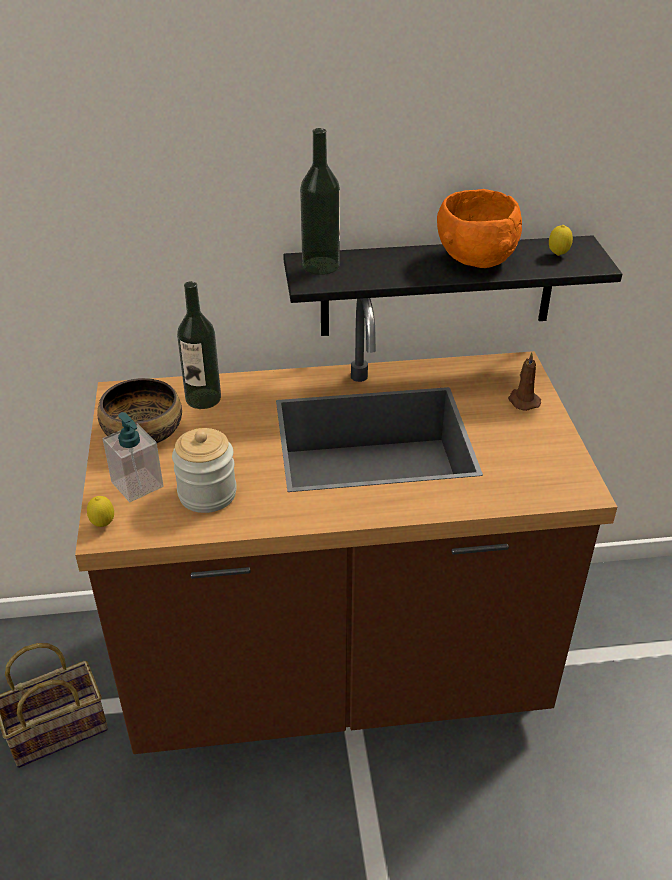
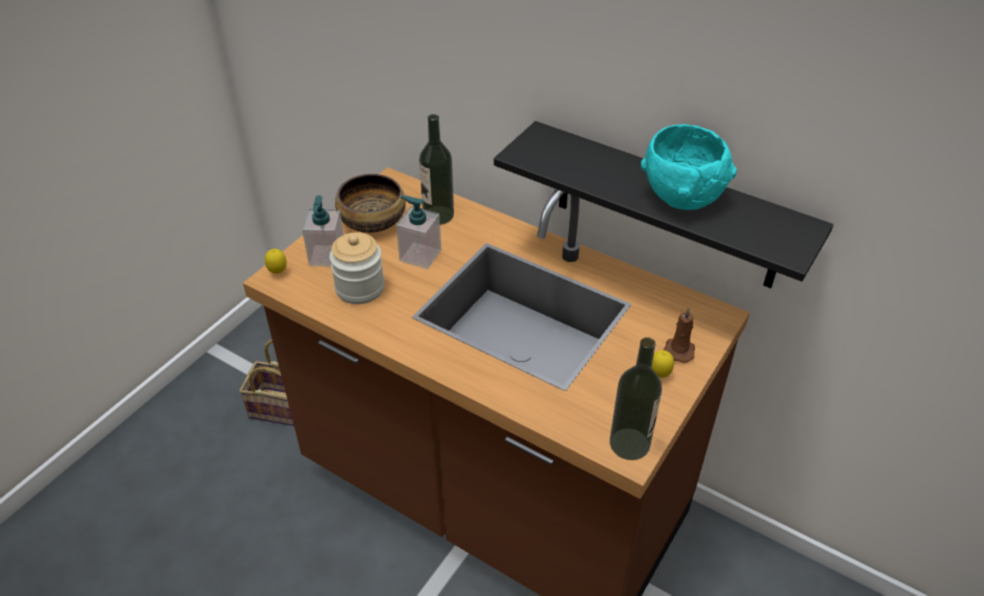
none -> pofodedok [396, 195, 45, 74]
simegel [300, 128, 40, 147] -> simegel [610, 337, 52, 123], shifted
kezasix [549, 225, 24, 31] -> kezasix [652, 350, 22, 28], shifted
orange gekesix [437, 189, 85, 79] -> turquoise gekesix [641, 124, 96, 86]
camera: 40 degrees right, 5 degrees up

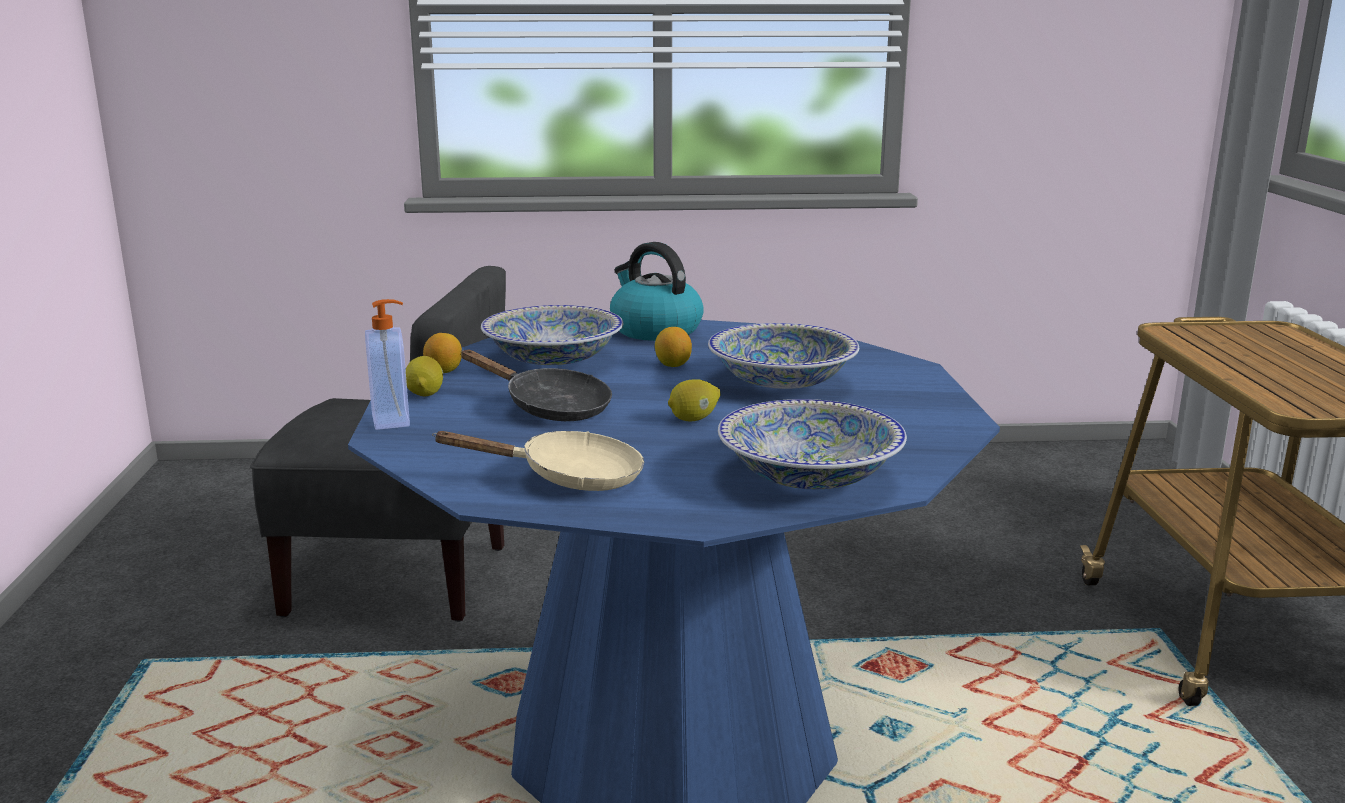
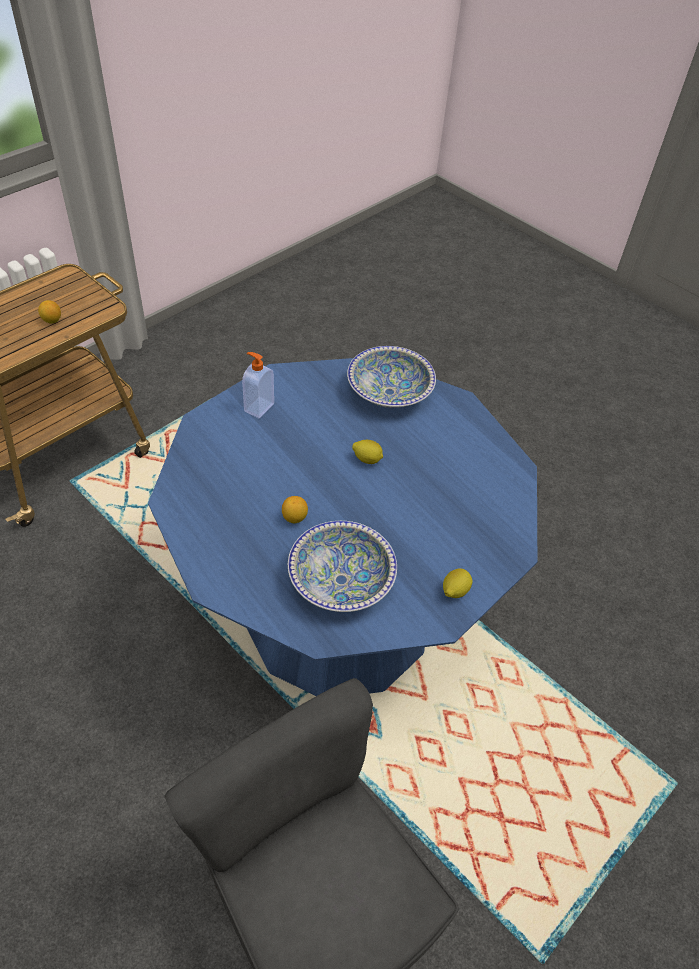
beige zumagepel [432, 431, 212, 60] -> none
black zumagepel [460, 350, 152, 71] -> none
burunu [610, 242, 94, 99] -> none
gekesix [708, 323, 151, 66] -> none
pofodedok [365, 299, 45, 131] -> pofodedok [242, 352, 32, 66], shifted
kezasix [423, 333, 39, 40] -> kezasix [38, 300, 23, 24], shifted
camera: 135 degrees left, 30 degrees up

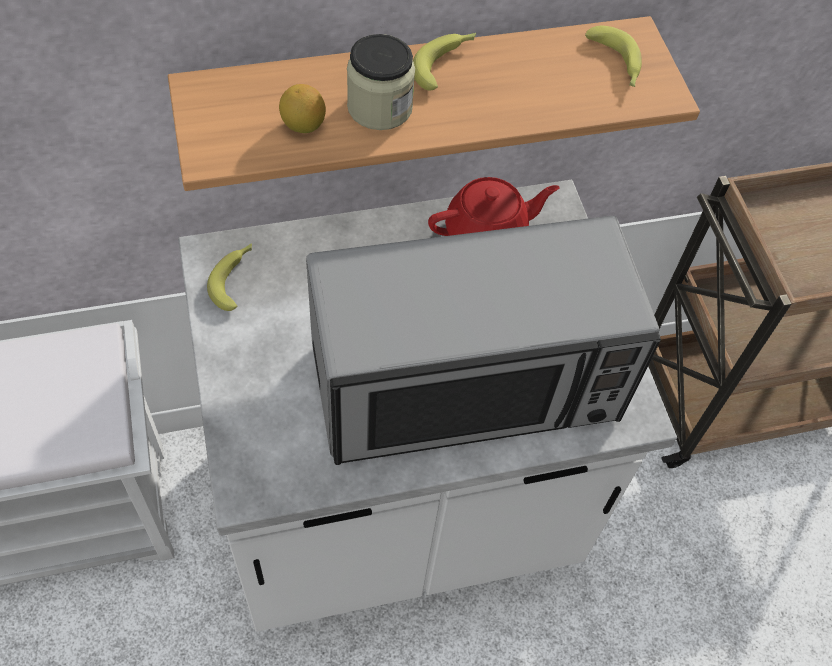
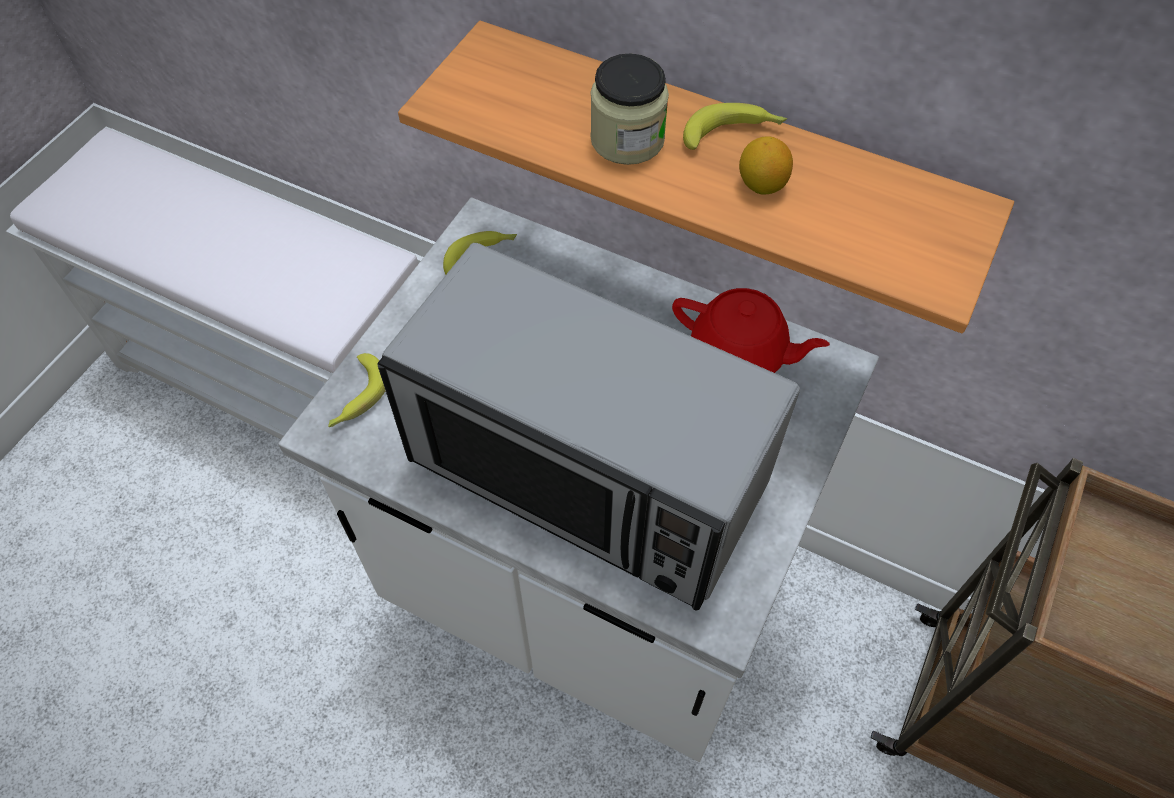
kezasix [279, 84, 47, 49] -> kezasix [739, 136, 54, 59], shifted
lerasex [585, 26, 57, 61] -> lerasex [328, 353, 58, 74], shifted
camera: 45 degrees right, 0 degrees up

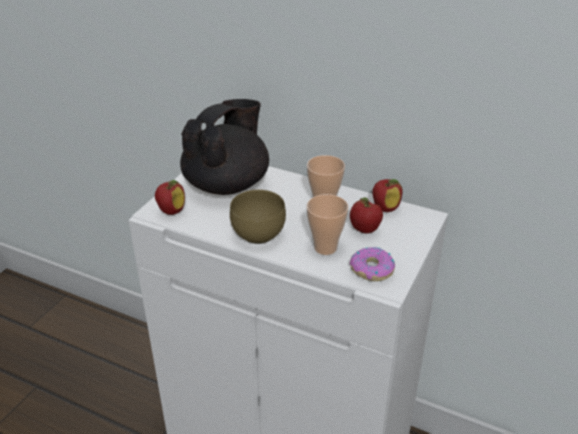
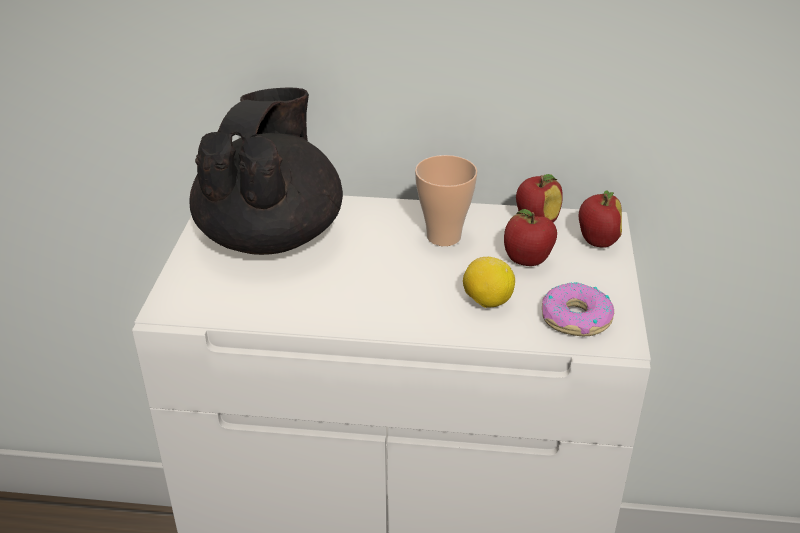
brown gekesix [230, 190, 56, 54] -> none
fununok [155, 180, 30, 35] -> fununok [579, 190, 43, 58], shifted
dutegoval [307, 194, 41, 61] -> kezasix [463, 257, 52, 51]
camera: 20 degrees left, 0 degrees up

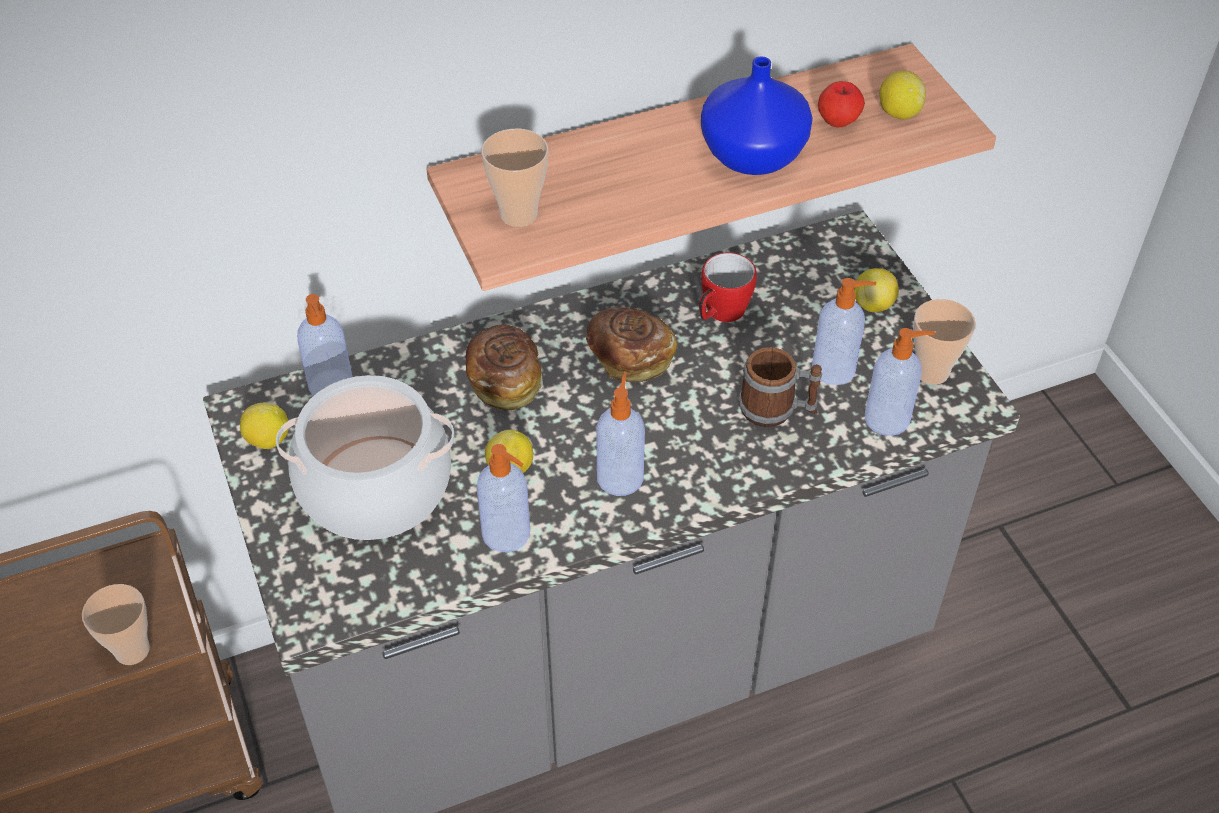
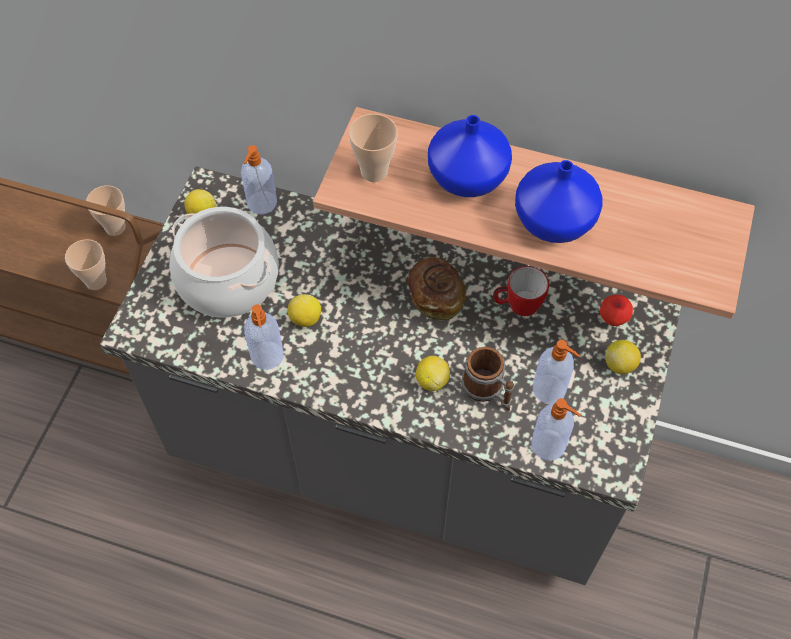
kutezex [466, 324, 77, 86] -> none
pofodedok [596, 372, 49, 124] -> none
none -> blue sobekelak [428, 115, 84, 82]
fununok [818, 81, 47, 46] -> fununok [600, 295, 33, 31], shifted
kezasix [879, 70, 47, 50] -> kezasix [415, 356, 35, 35], shifted
dutegoval [913, 299, 63, 86] -> dutegoval [86, 185, 40, 51], shifted
camera: 40 degrees right, 10 degrees up

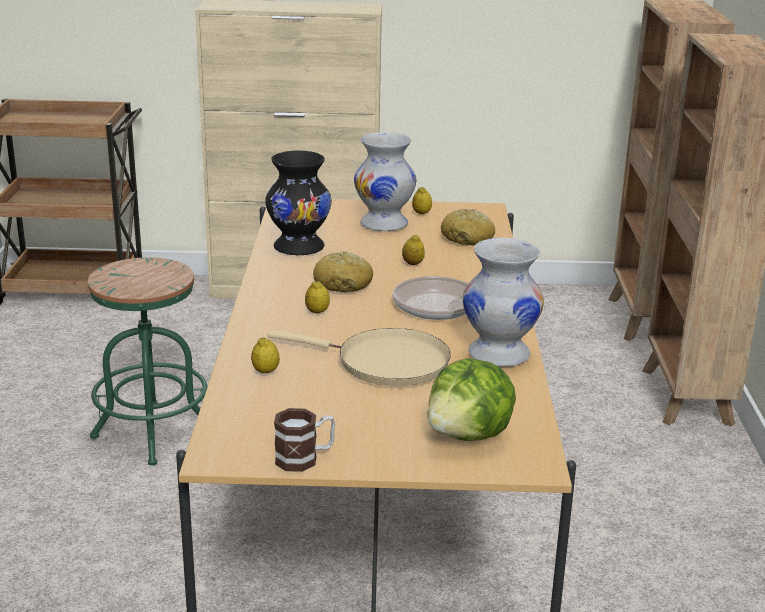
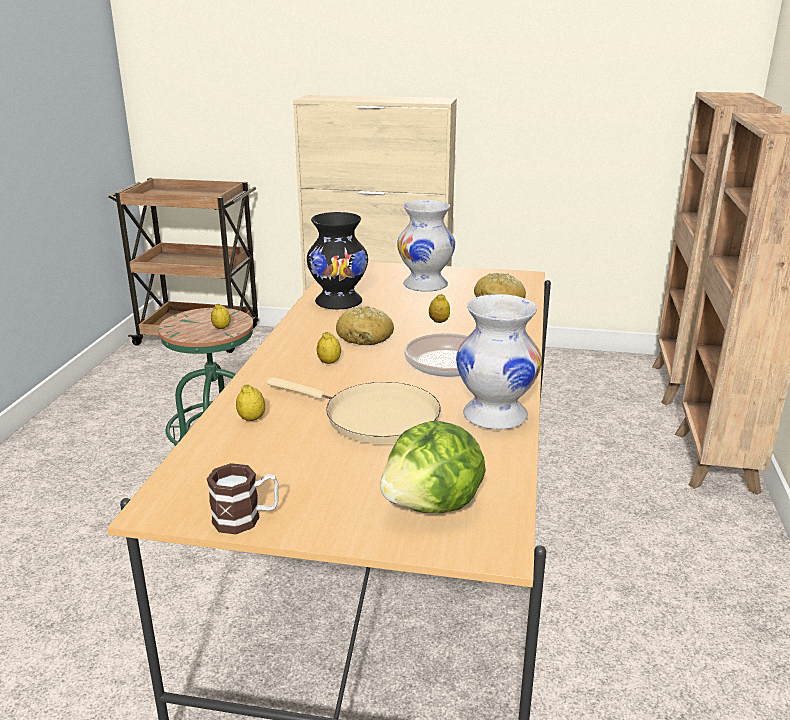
kezasix [412, 187, 20, 27] -> kezasix [211, 304, 20, 25], shifted
camera: 10 degrees right, 0 degrees up

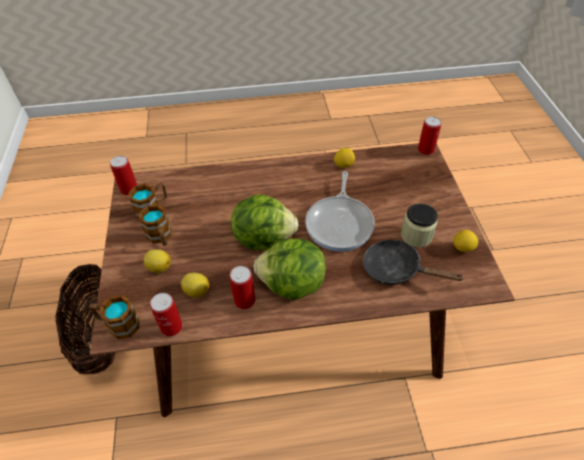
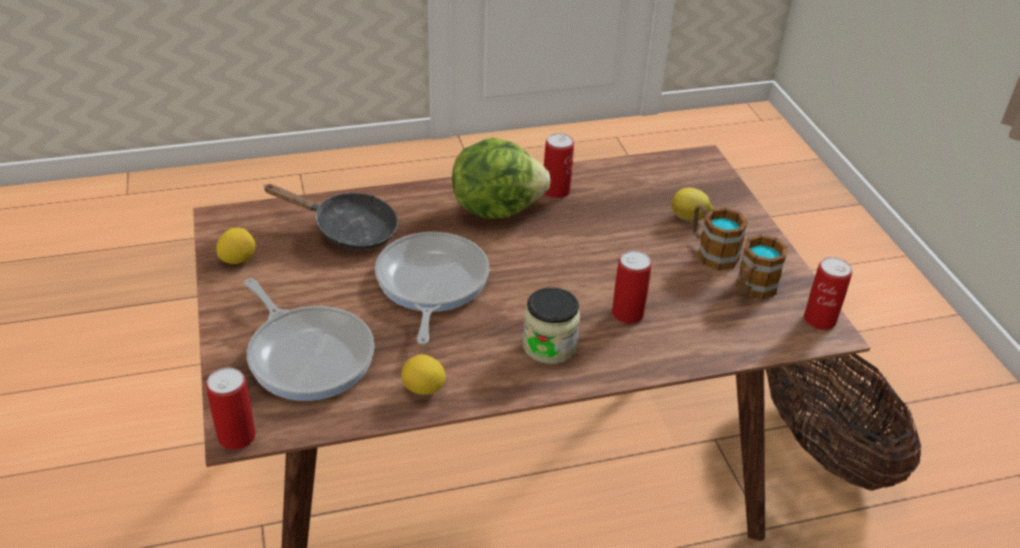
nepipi [89, 295, 50, 44] -> none
kezasix [181, 273, 28, 25] -> none
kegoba [231, 194, 68, 56] -> none
none -> zumagepel [244, 278, 131, 123]
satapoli [150, 293, 32, 44] -> satapoli [612, 251, 40, 73], shifted
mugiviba [401, 203, 37, 44] -> mugiviba [523, 287, 57, 77], shifted
camera: 170 degrees right, 10 degrees down

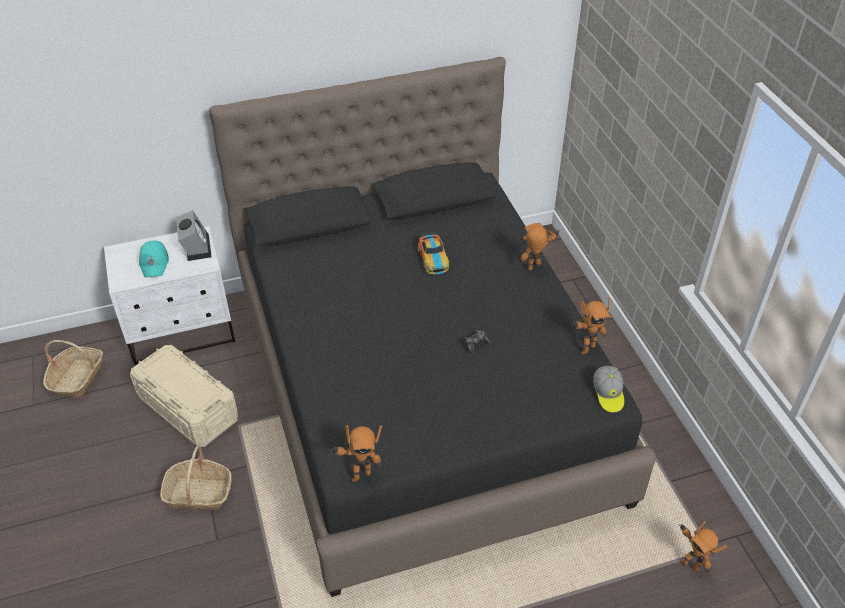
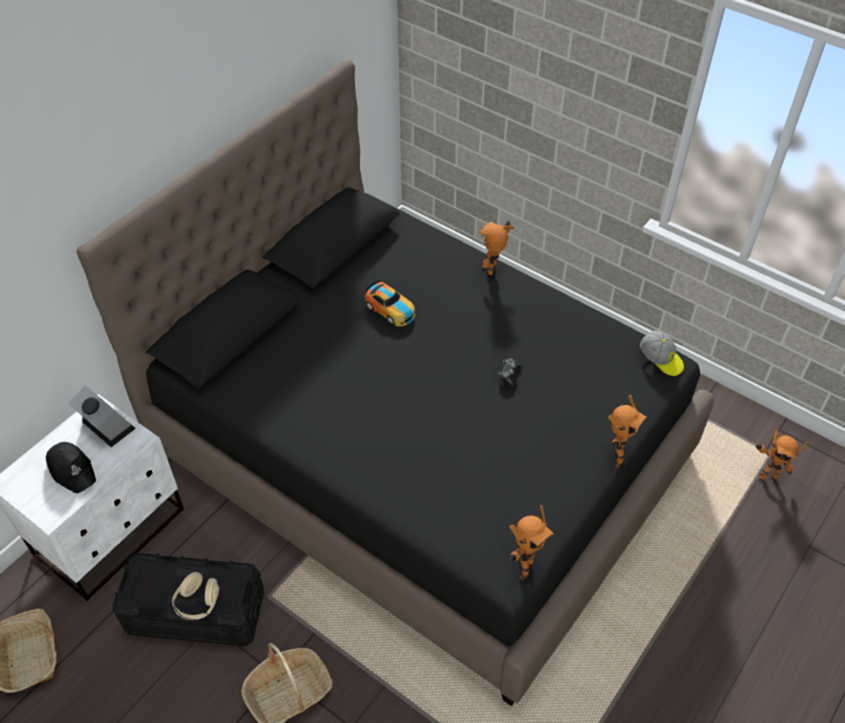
none -> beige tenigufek [172, 572, 47, 48]
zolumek [572, 297, 40, 58] -> zolumek [608, 395, 39, 73], shifted
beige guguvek [130, 345, 108, 102] -> black guguvek [112, 553, 152, 94]
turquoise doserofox [139, 240, 30, 38] -> black doserofox [46, 442, 50, 51]
camera: 35 degrees left, 5 degrees up

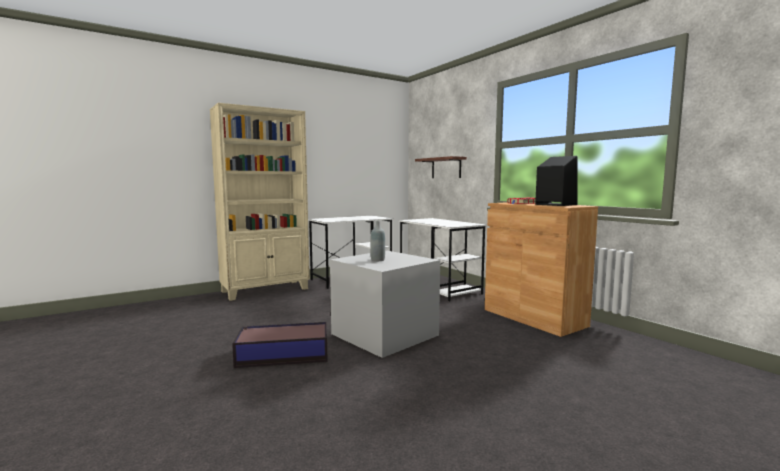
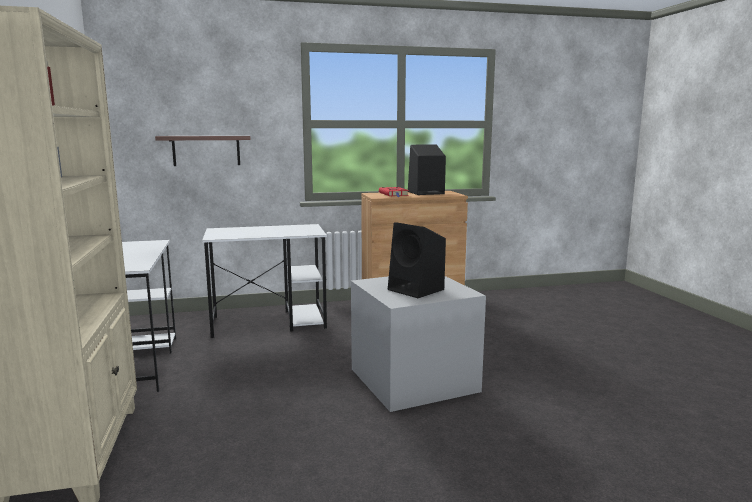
guguvek [232, 322, 96, 46] -> none
grey simegel [370, 221, 15, 40] -> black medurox [388, 222, 58, 76]
camera: 70 degrees left, 5 degrees up

